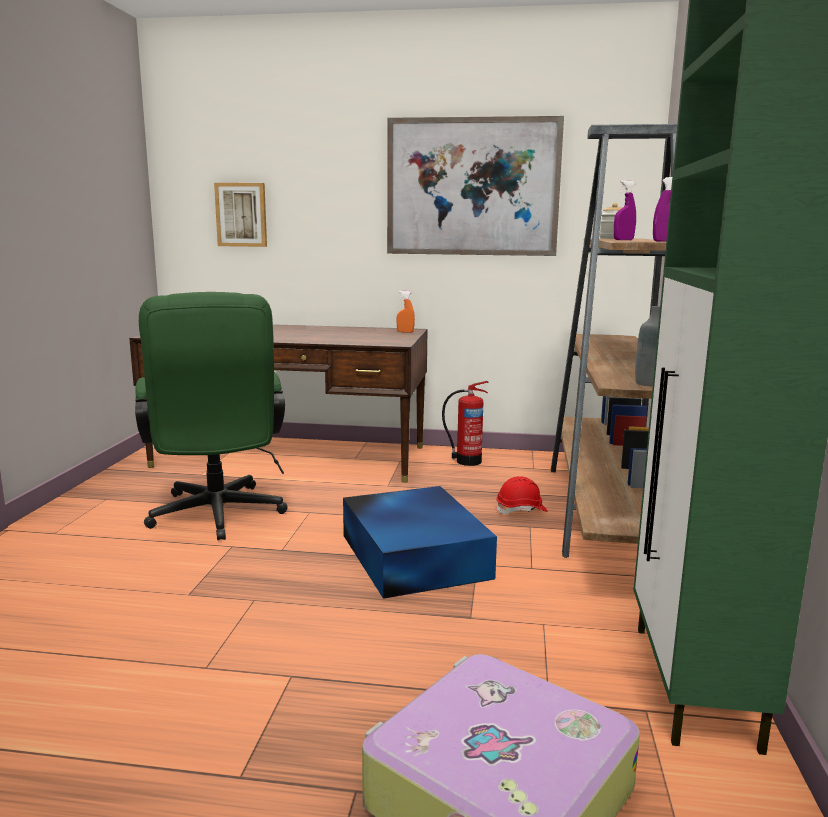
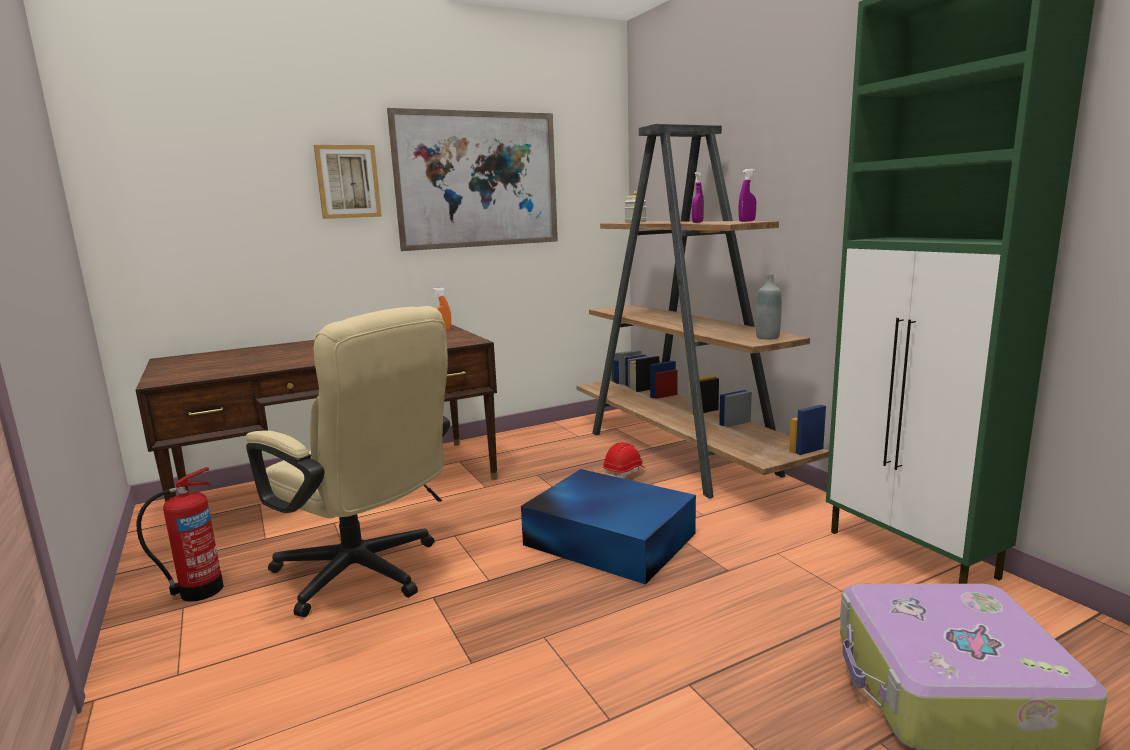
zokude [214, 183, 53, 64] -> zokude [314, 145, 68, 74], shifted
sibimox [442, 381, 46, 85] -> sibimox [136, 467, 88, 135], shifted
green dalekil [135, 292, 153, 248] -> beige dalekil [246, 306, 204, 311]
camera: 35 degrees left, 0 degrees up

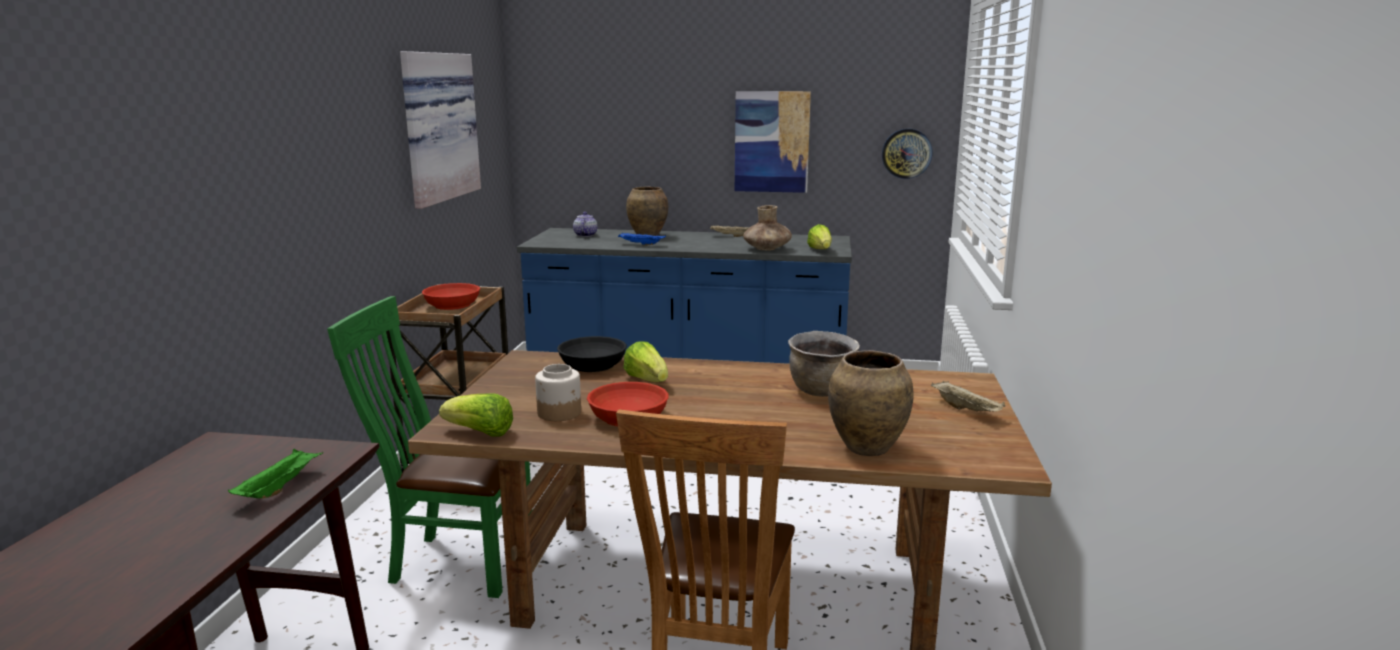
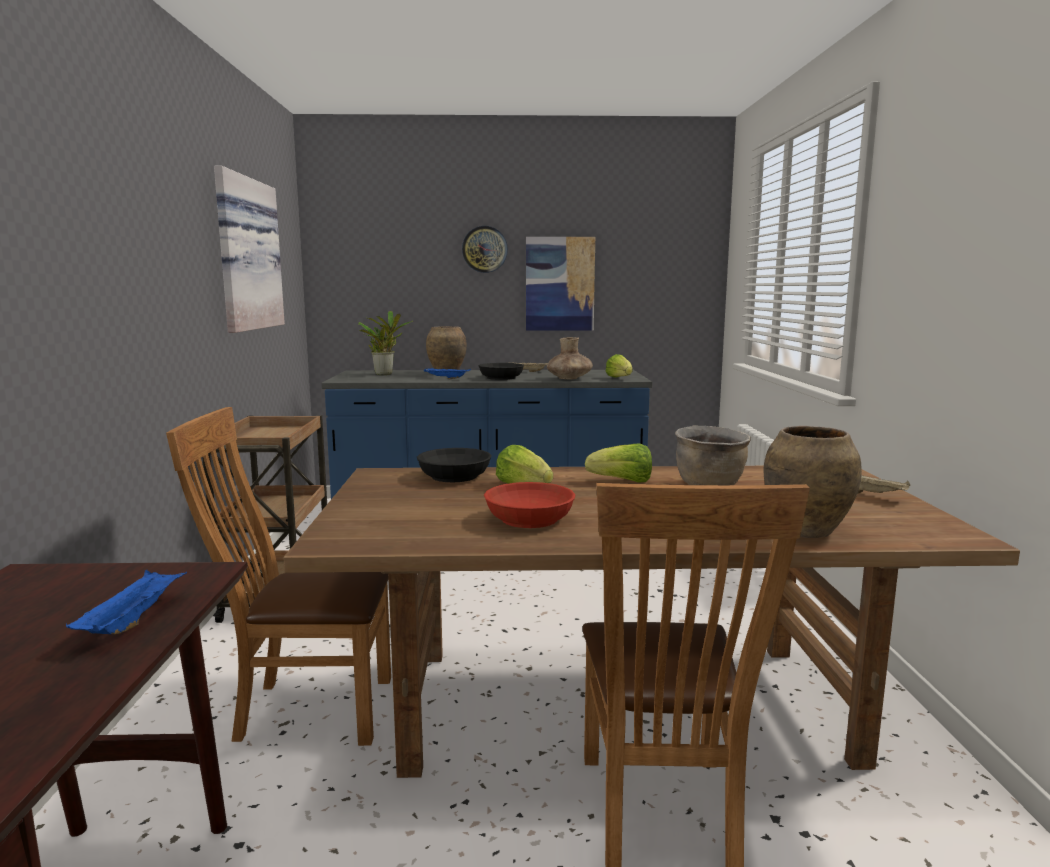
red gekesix [422, 283, 58, 27] -> none
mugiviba [535, 364, 46, 57] -> none
none -> black gekesix [479, 363, 45, 17]
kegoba [439, 393, 74, 44] -> kegoba [585, 443, 67, 40], shifted
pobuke [882, 129, 50, 50] -> pobuke [462, 226, 46, 47], shifted
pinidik [573, 212, 25, 25] -> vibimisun [358, 311, 55, 64]
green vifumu [228, 449, 95, 50] -> blue vifumu [66, 570, 121, 64]
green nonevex [327, 296, 205, 302] -> brown nonevex [166, 407, 225, 339]
camera: 10 degrees left, 5 degrees down

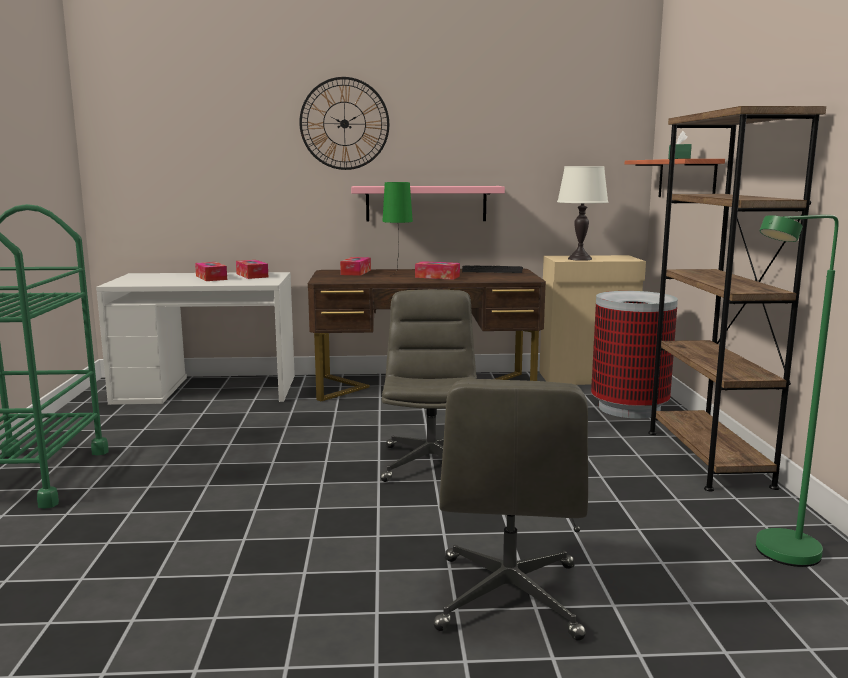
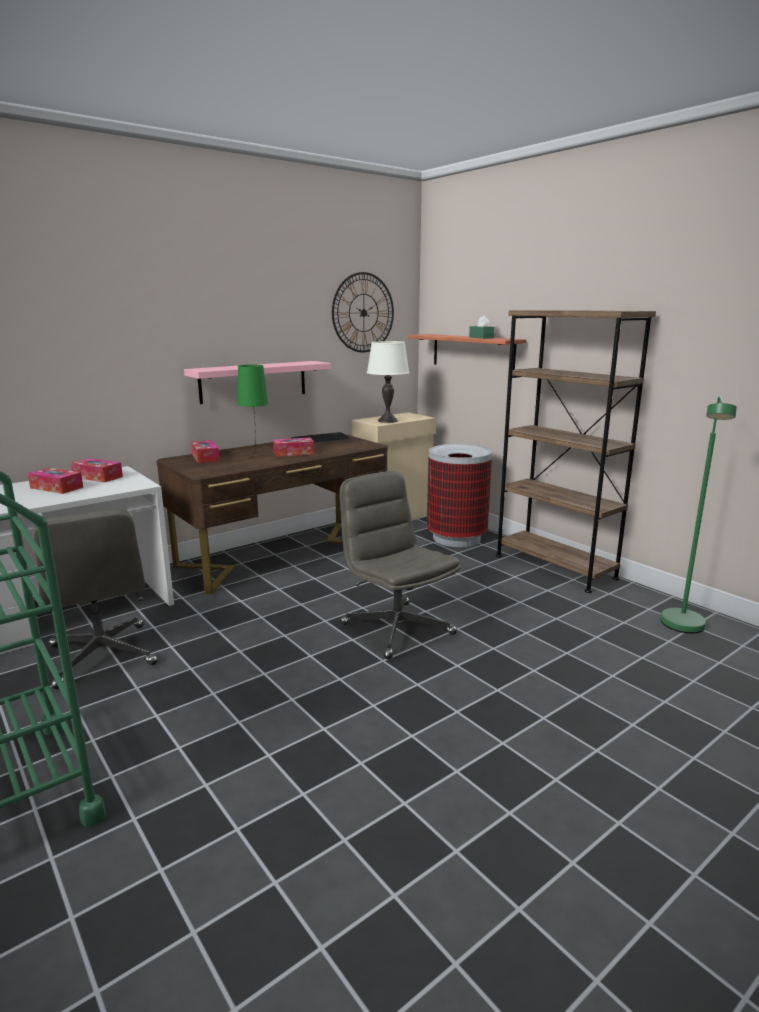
pobuke [299, 77, 90, 93] -> pobuke [332, 272, 62, 80], shifted
grey dalekil [433, 379, 155, 262] -> grey dalekil [34, 509, 123, 180], shifted
camera: 35 degrees left, 5 degrees up

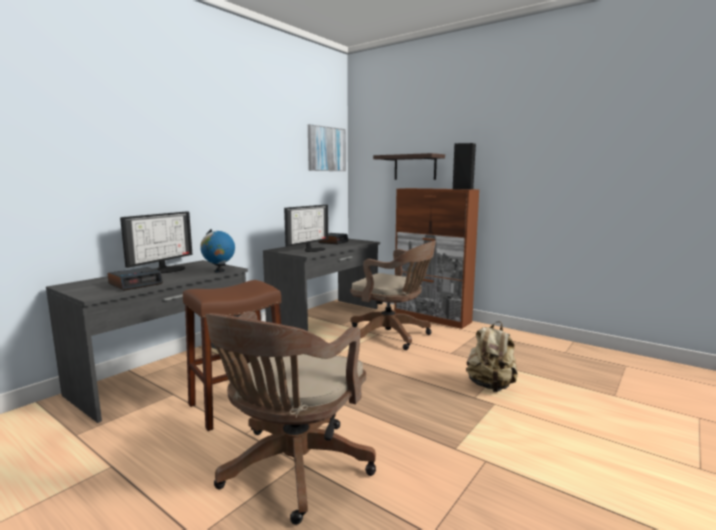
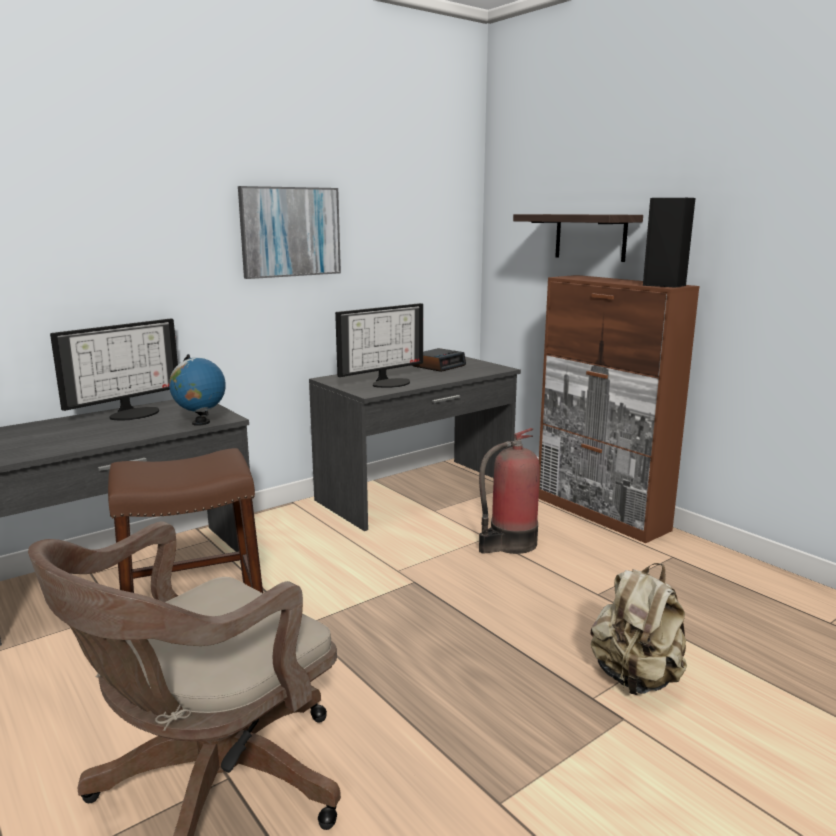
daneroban [107, 267, 56, 24] -> none
zokude [308, 124, 38, 47] -> zokude [238, 186, 103, 93], shifted
brown dalekil [350, 241, 86, 109] -> sibimox [479, 428, 61, 126]
camera: 15 degrees right, 5 degrees up

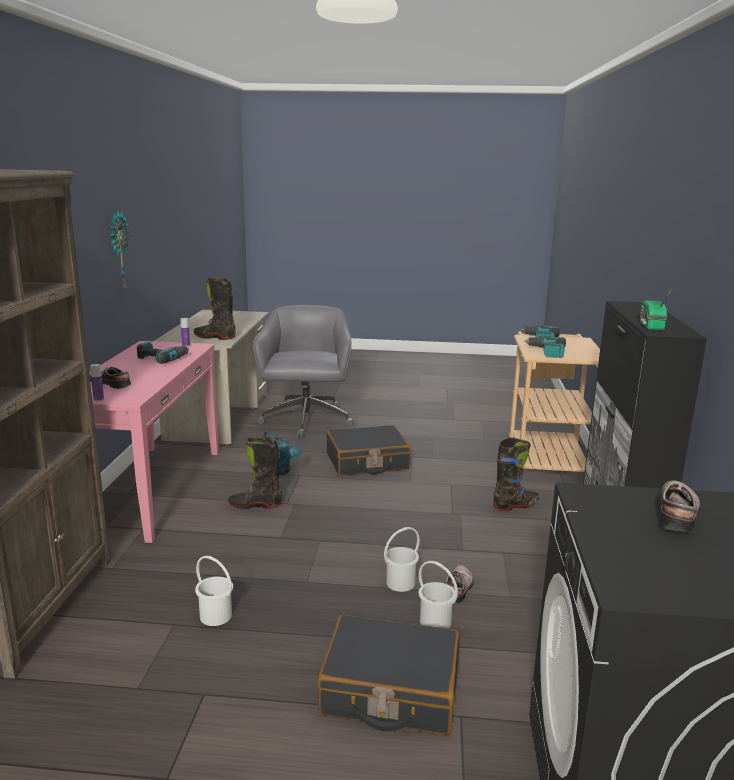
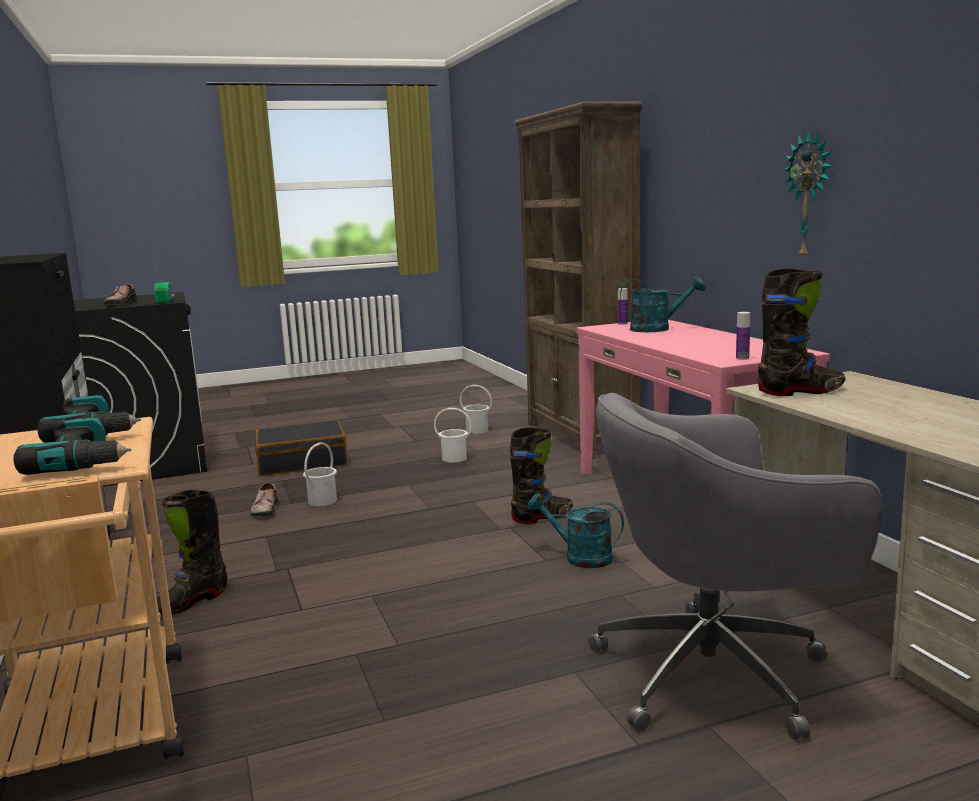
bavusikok [137, 342, 52, 22] -> none
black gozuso [326, 425, 85, 51] -> none
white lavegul [419, 561, 39, 67] -> white lavegul [460, 385, 32, 49], shifted
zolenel [640, 289, 32, 41] -> zolenel [154, 267, 21, 36], shifted
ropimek [89, 367, 42, 22] -> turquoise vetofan [620, 276, 85, 56]
grey dalekil [253, 305, 100, 133] -> grey dalekil [588, 393, 294, 347], 105 degrees clockwise
camera: 155 degrees right, 5 degrees down

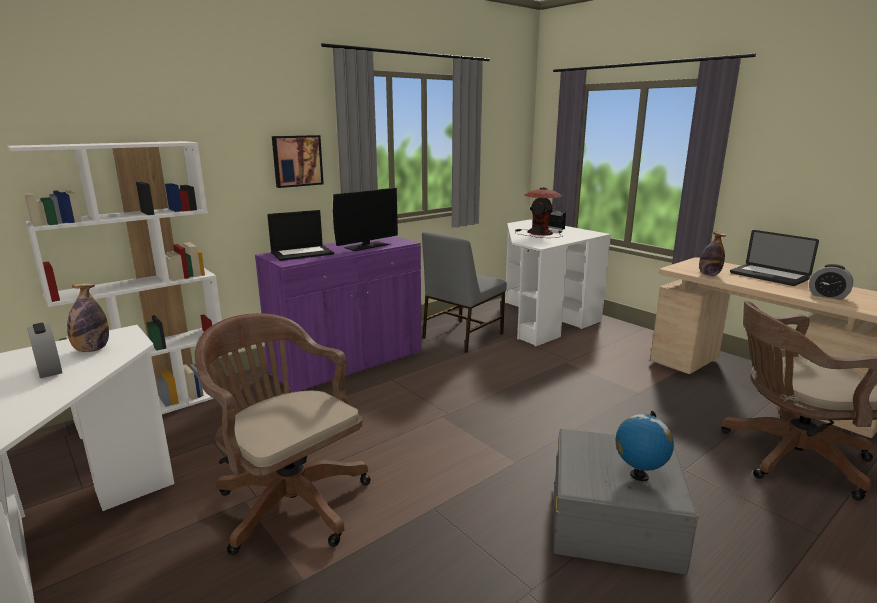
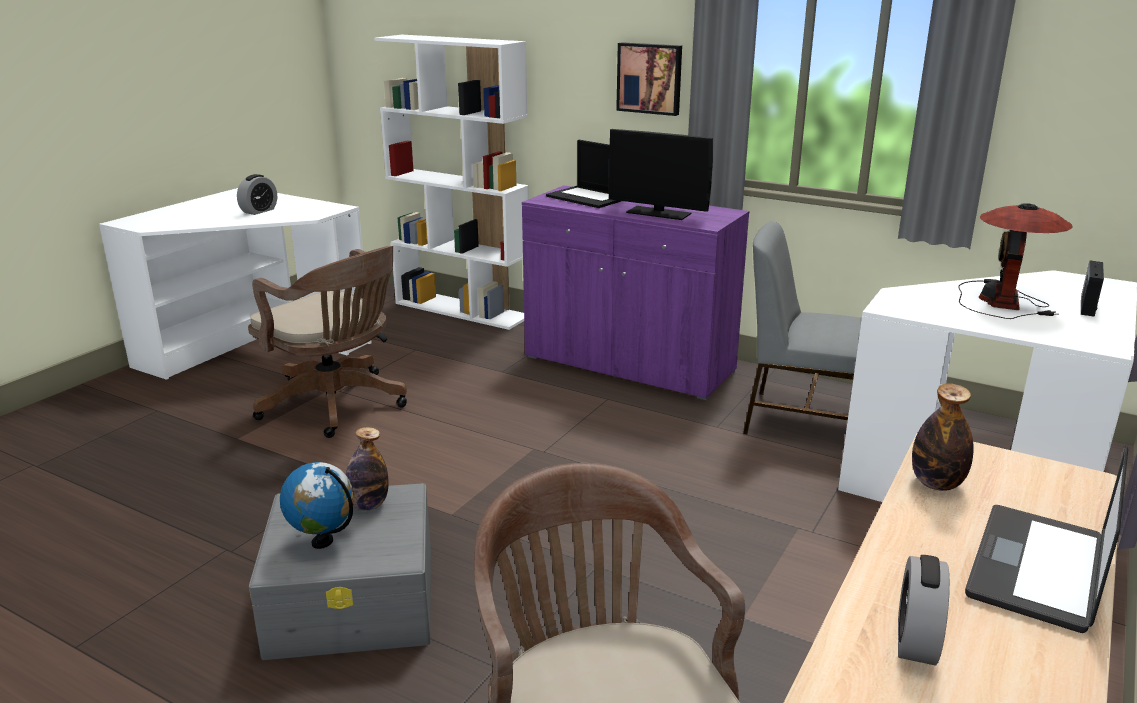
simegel [67, 283, 42, 69] -> simegel [346, 427, 43, 83], shifted
brown dalekil [195, 313, 176, 242] -> brown dalekil [248, 246, 159, 192], 105 degrees clockwise
camera: 70 degrees right, 5 degrees up

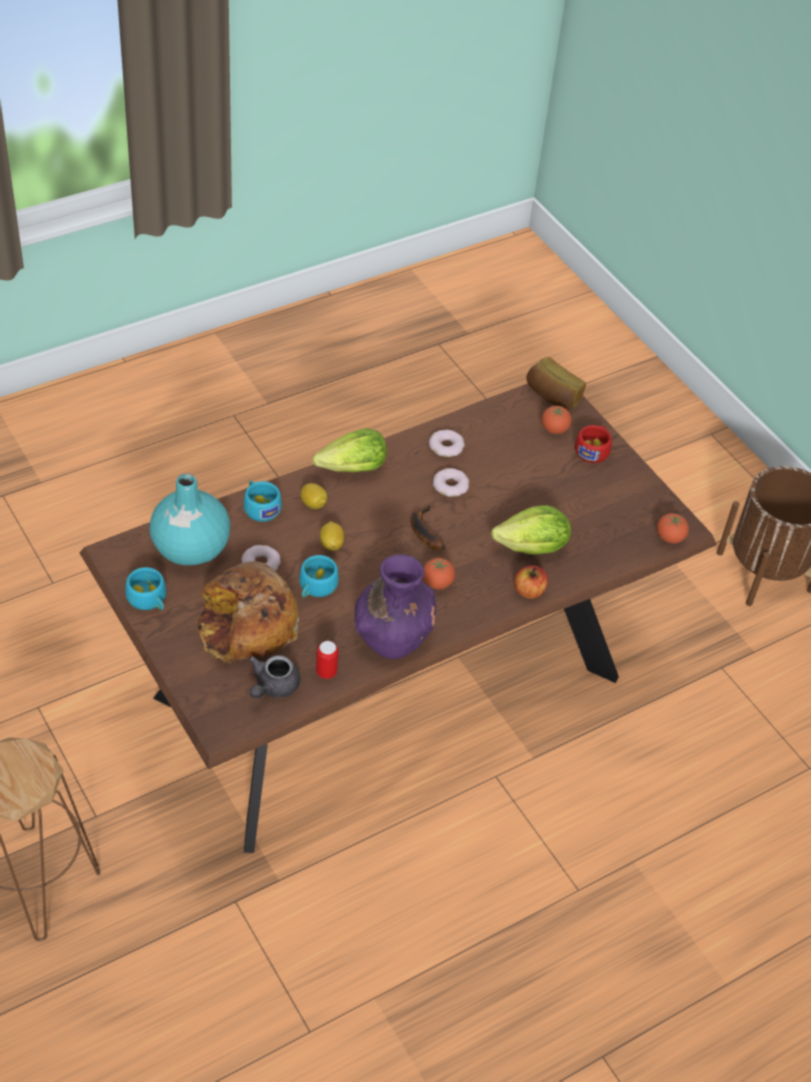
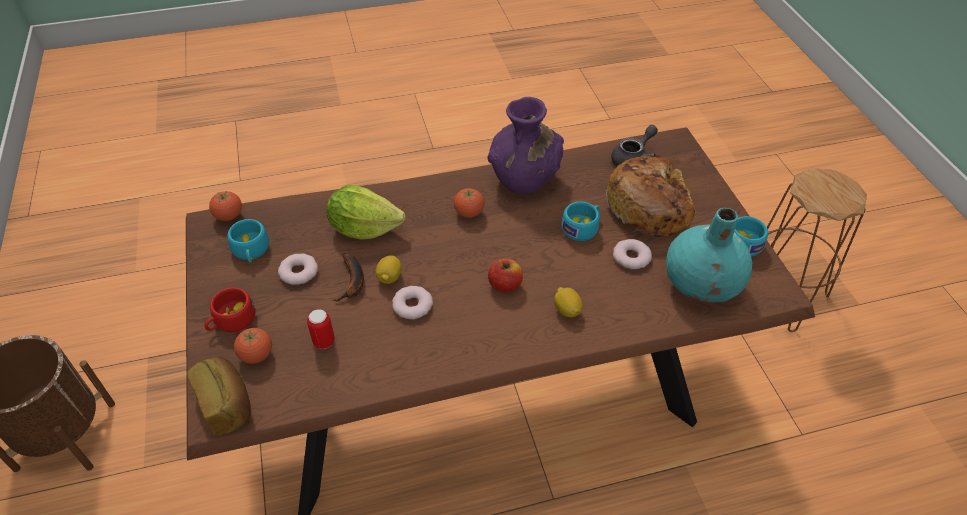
kegoba [312, 428, 75, 45] -> none
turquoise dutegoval [244, 481, 38, 41] -> turquoise dutegoval [227, 219, 42, 44], shifted
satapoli [316, 641, 23, 38] -> satapoli [307, 309, 28, 40], shifted
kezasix [320, 521, 24, 30] -> kezasix [375, 255, 26, 29], shifted
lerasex [411, 506, 34, 44] -> lerasex [333, 253, 31, 49], shifted
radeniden [429, 429, 36, 28] -> radeniden [278, 253, 40, 32], shifted
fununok [514, 565, 34, 34] -> fununok [488, 259, 35, 34], shifted
camera: 160 degrees left, 0 degrees up

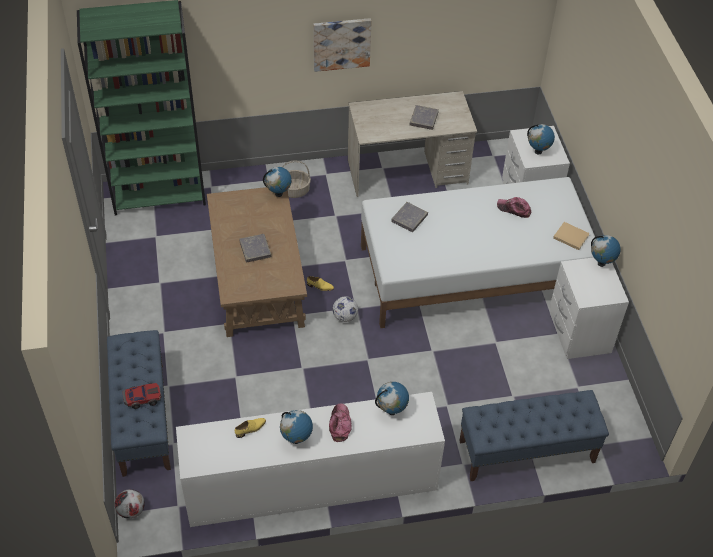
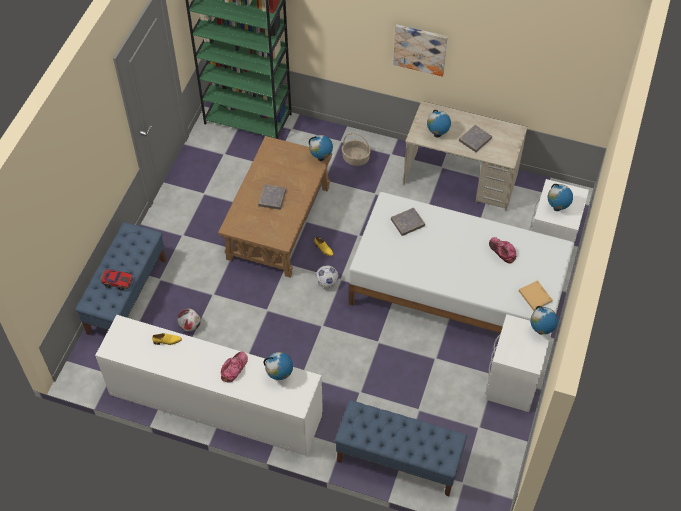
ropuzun [115, 489, 30, 30] -> ropuzun [177, 309, 24, 23], shifted
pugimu [280, 410, 33, 34] -> pugimu [427, 110, 24, 27], shifted
camera: 30 degrees right, 5 degrees up

